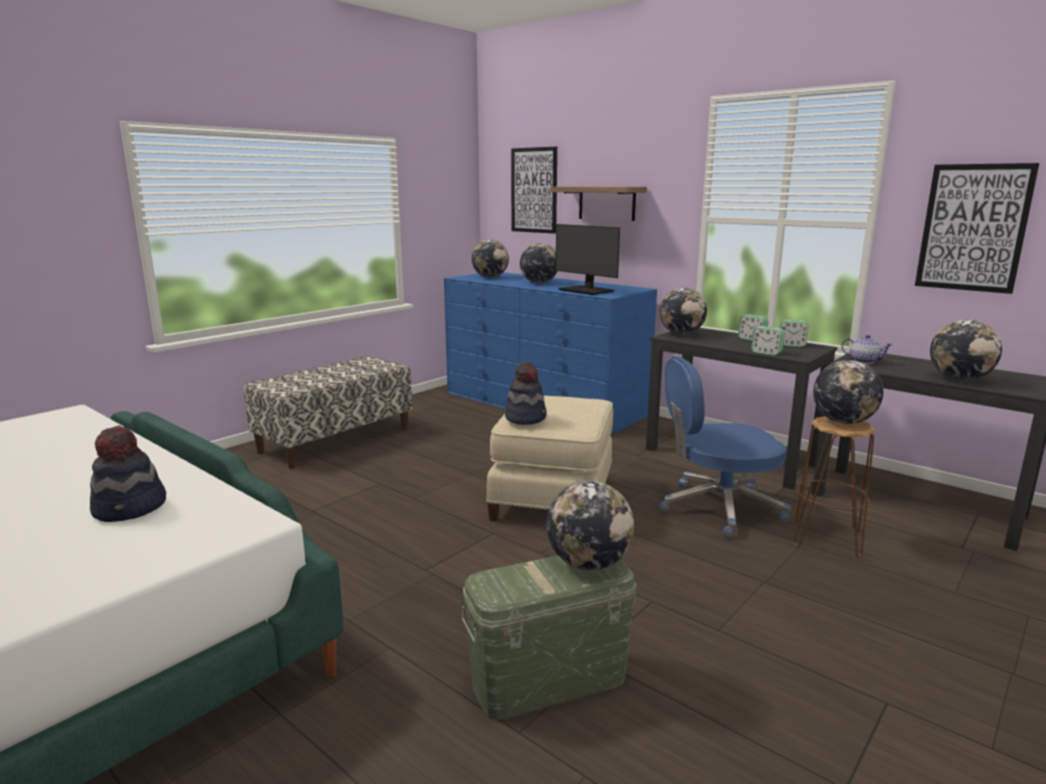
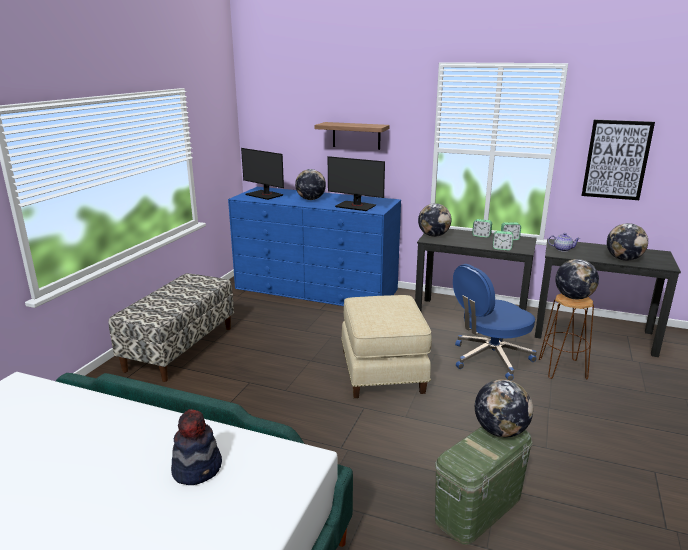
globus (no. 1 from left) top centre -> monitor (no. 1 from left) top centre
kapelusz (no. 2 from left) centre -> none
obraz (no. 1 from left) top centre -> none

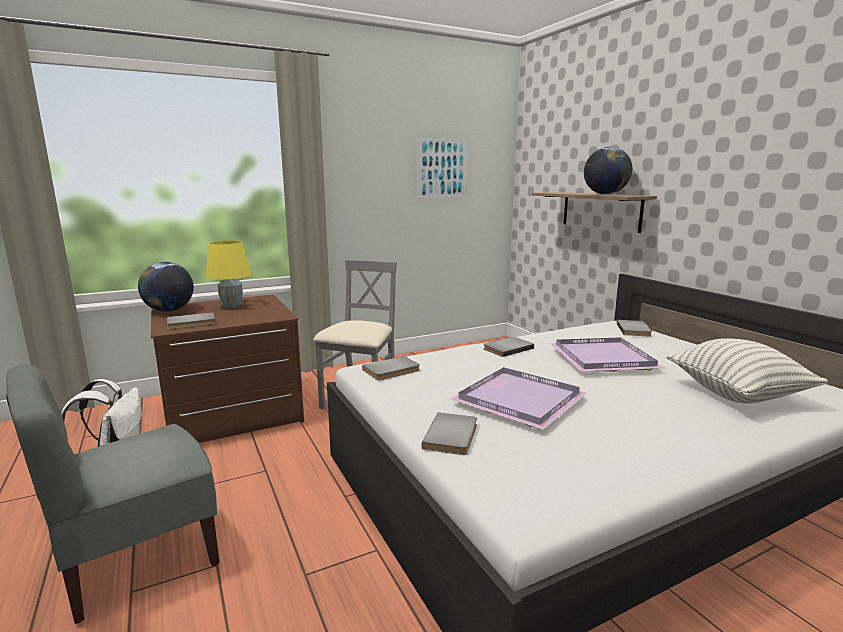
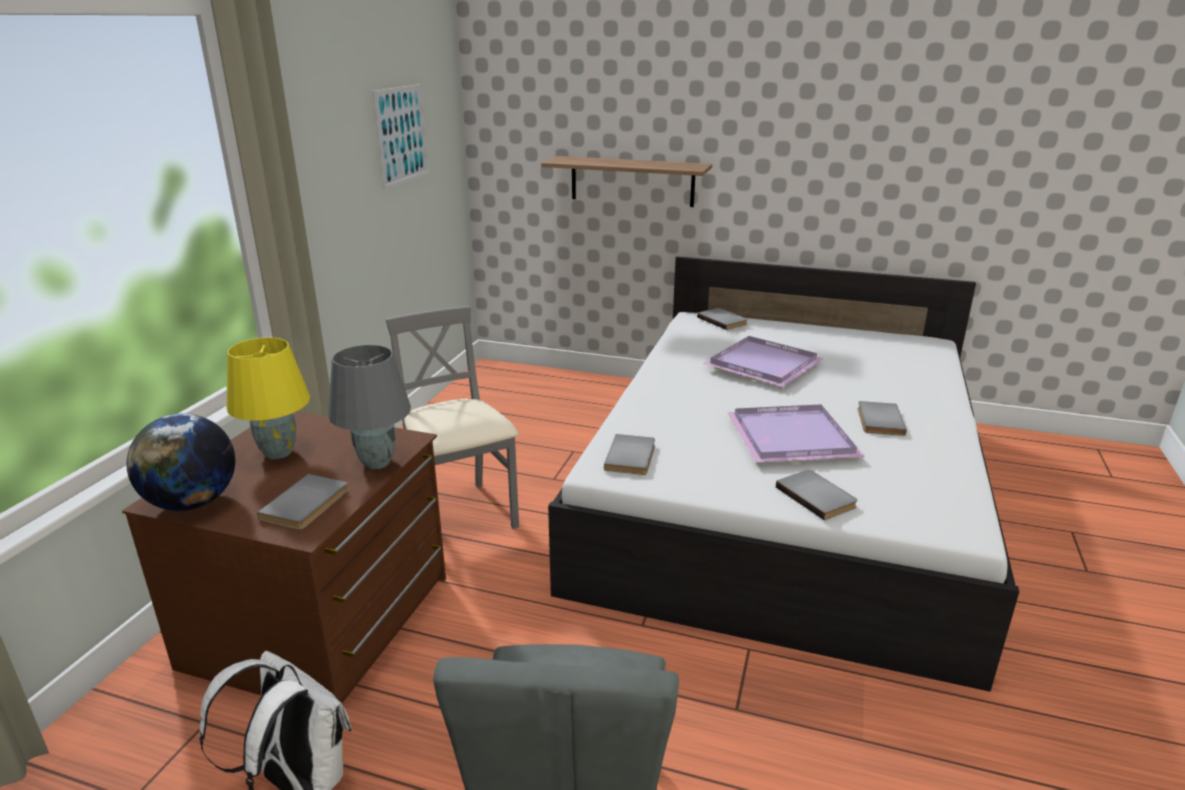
none -> lampa stołowa/szary middle left
książka/szary (no. 4 from left in the first image) centre -> książka/szary (no. 5 from left) middle right, relocated
globus (no. 2 from left) top right -> none
poduszka middle right -> none

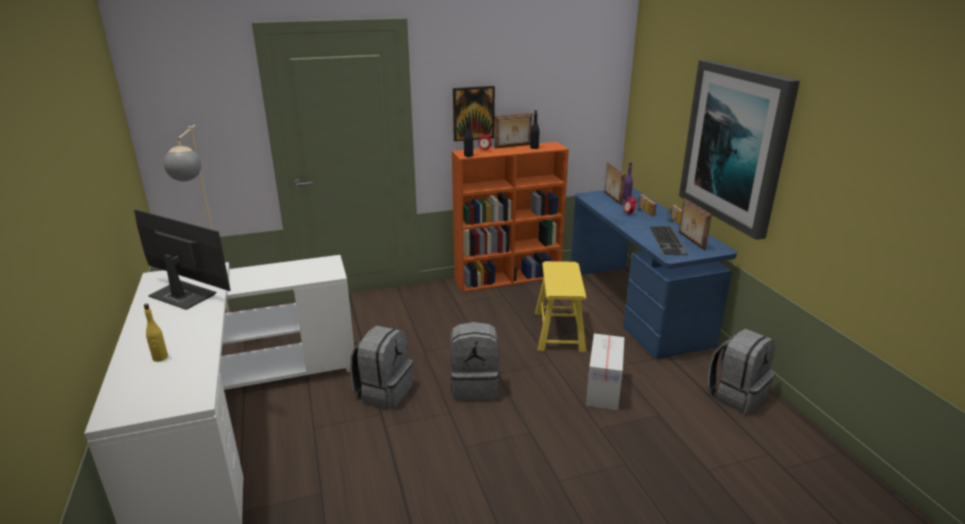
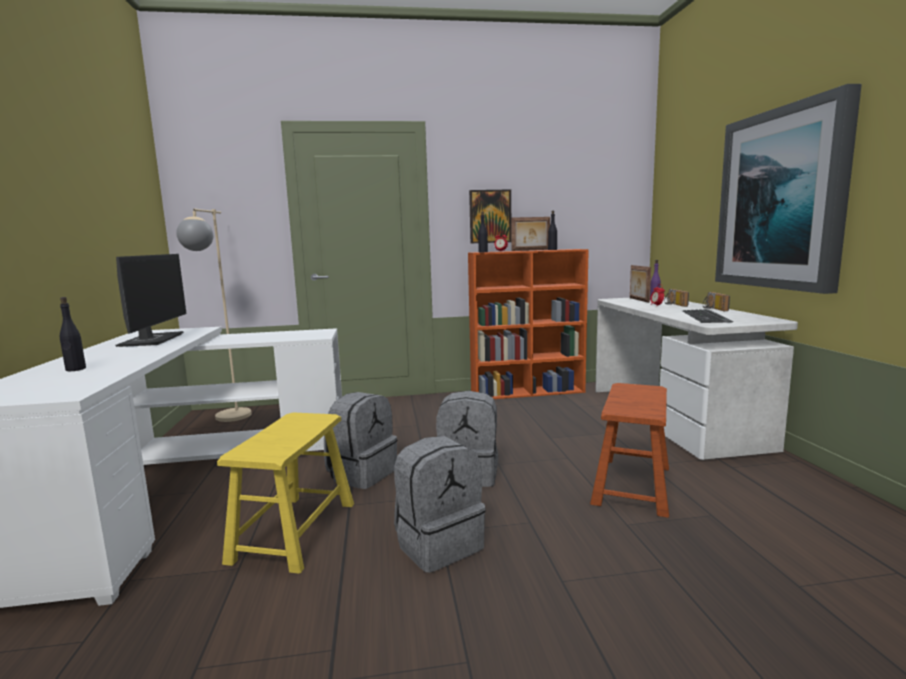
butelka/żółty middle left -> butelka/czarny (no. 1 from left) middle left
monitor middle left, 45 degrees clockwise
stołek/żółty centre -> stołek/żółty bottom left, relocated
plecak/szary (no. 3 from left in the first image) bottom right -> plecak/szary (no. 2 from left) bottom centre, relocated
karton bottom centre -> stołek/brązowy middle right
biurko/niebieski middle right -> biurko/biały (no. 2 from left) middle right
ramka na zdjęcie (no. 3 from left) middle right -> none

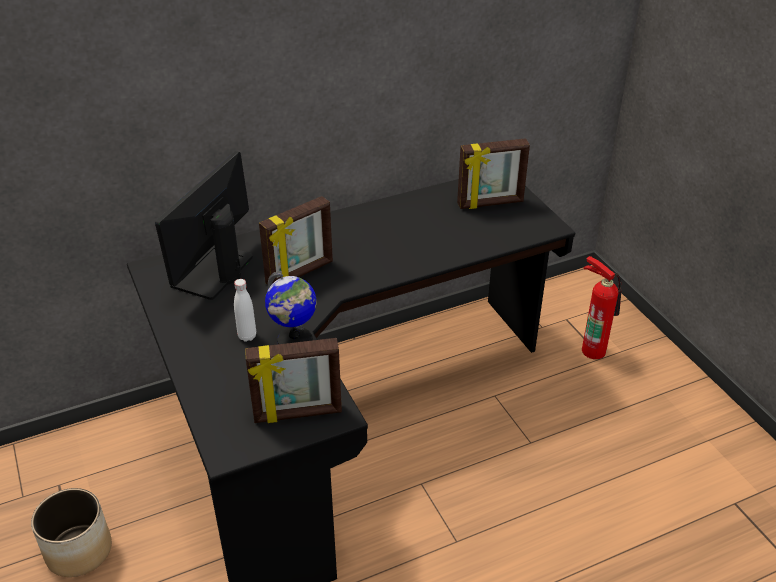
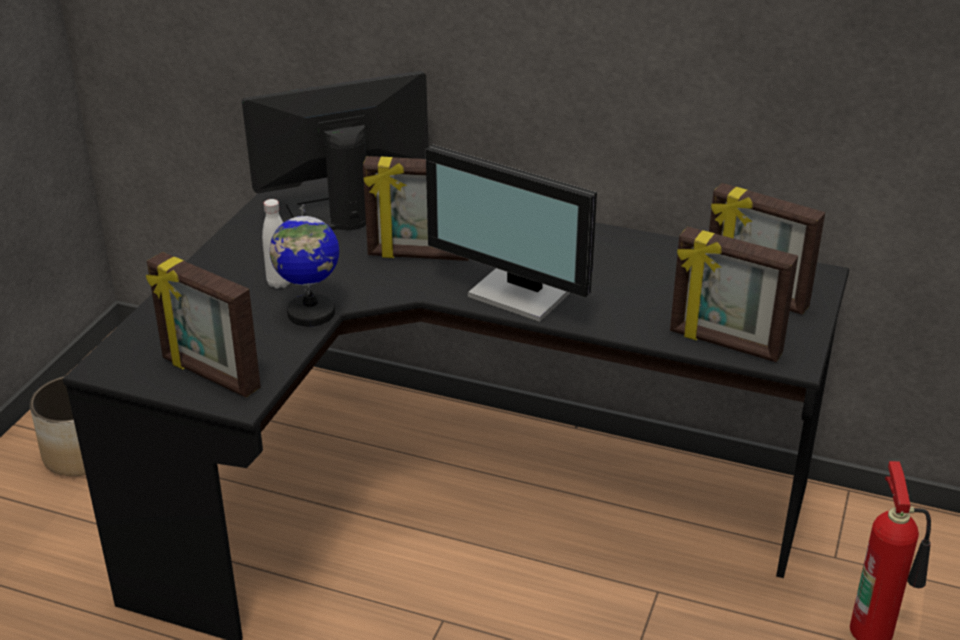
none -> monitor (no. 2 from left) centre
none -> ramka na zdjęcie (no. 3 from left) middle right

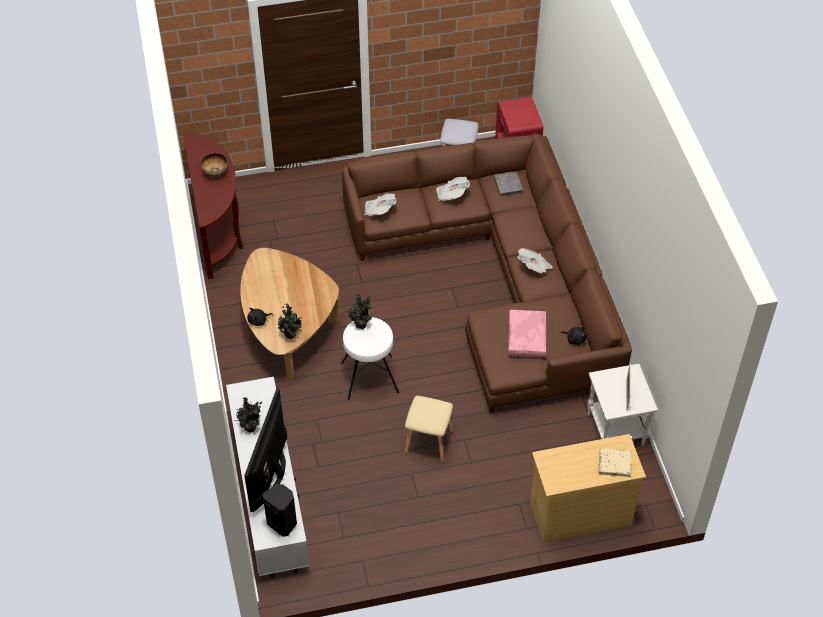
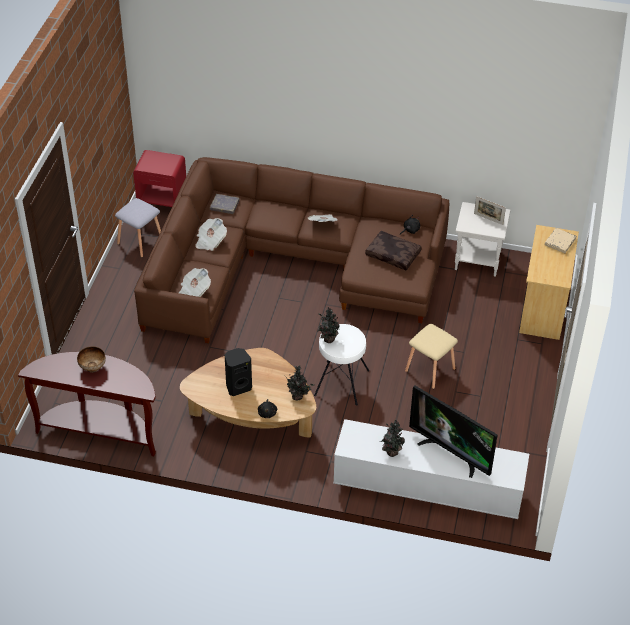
głośnik/czarny bottom centre -> głośnik/czarny centre, relocated
poduszka/różowy centre -> poduszka/brązowy centre

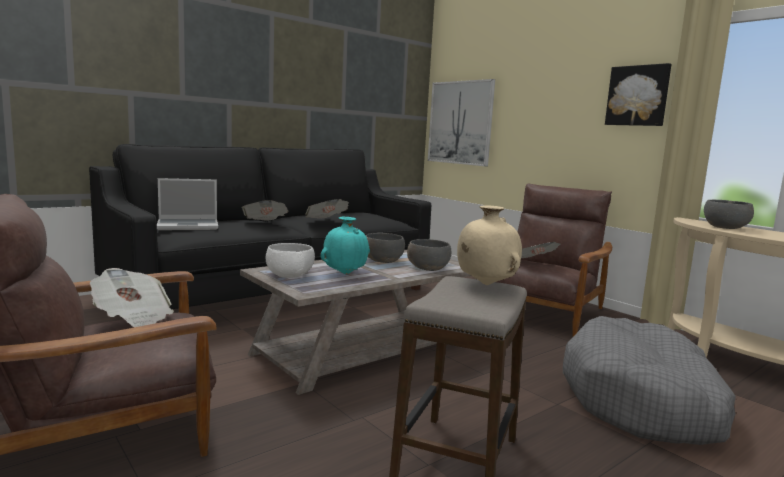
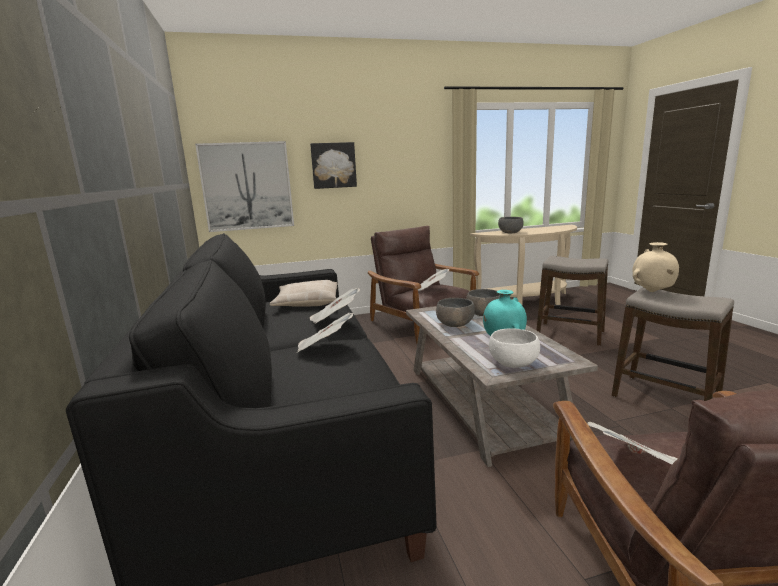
none -> poduszka/beżowy centre
obraz (no. 2 from left) top right -> obraz (no. 2 from left) top centre, relocated
legowisko/szary bottom right -> stołek (no. 1 from left) middle right
laptop middle left -> none

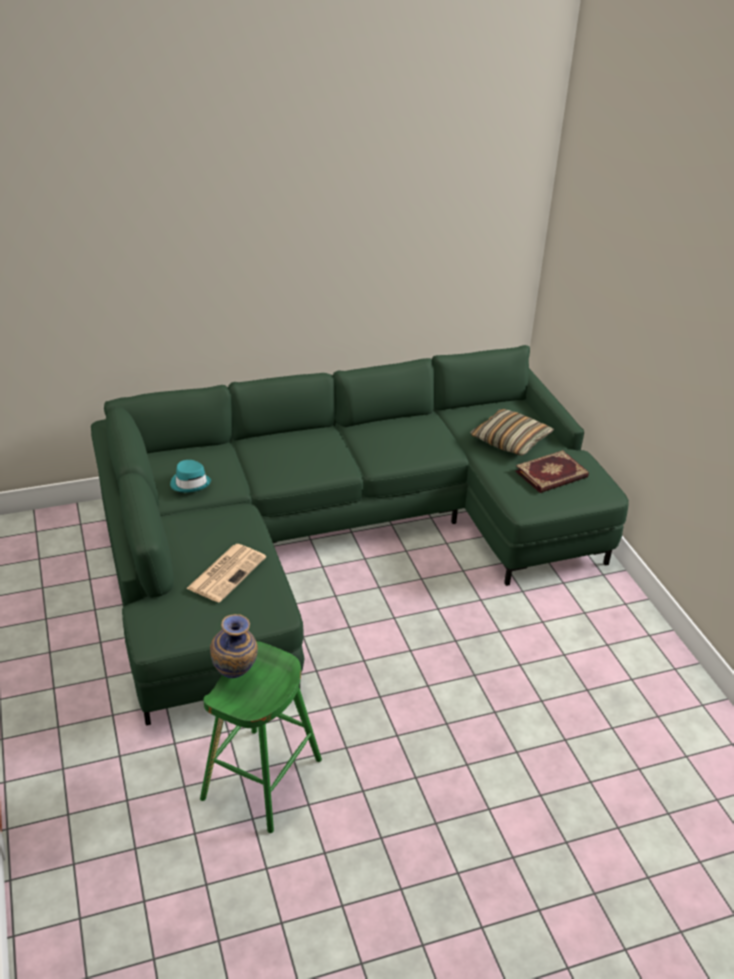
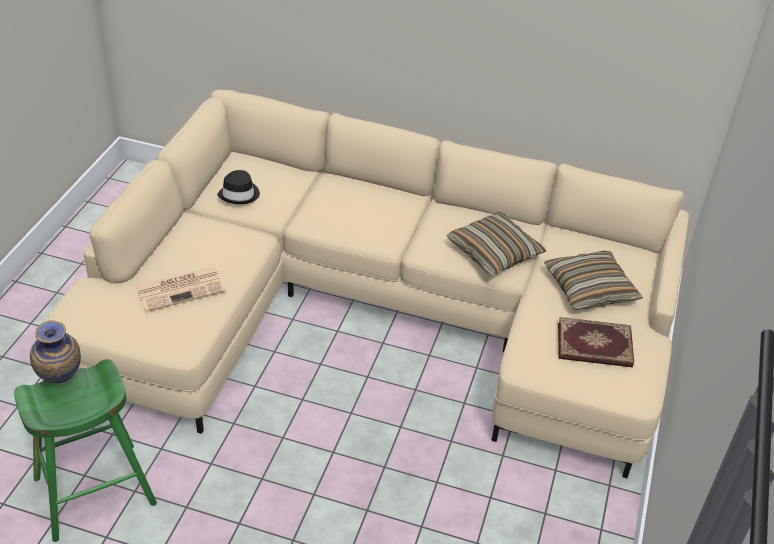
kanapa/zielony centre -> kanapa/beżowy centre
kapelusz/turkusowy middle left -> kapelusz/czarny middle left
none -> poduszka (no. 1 from left) centre

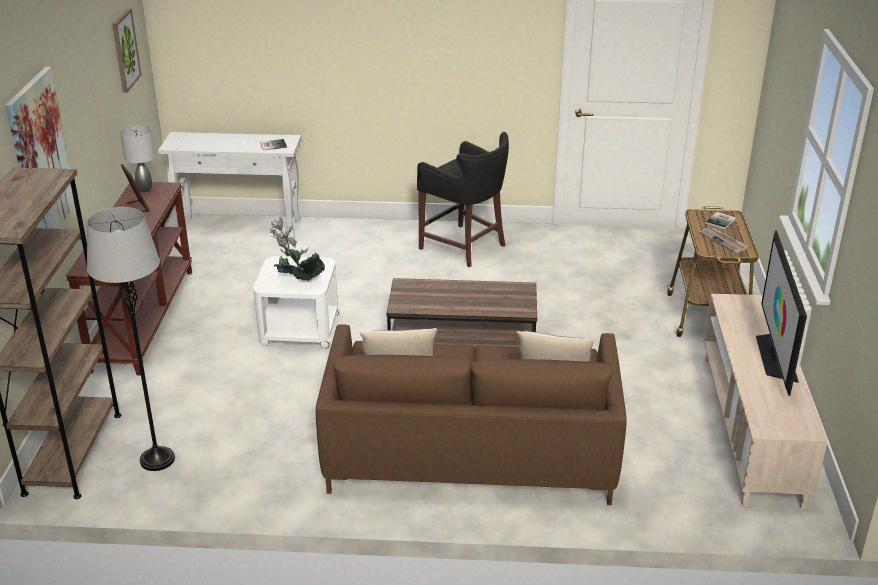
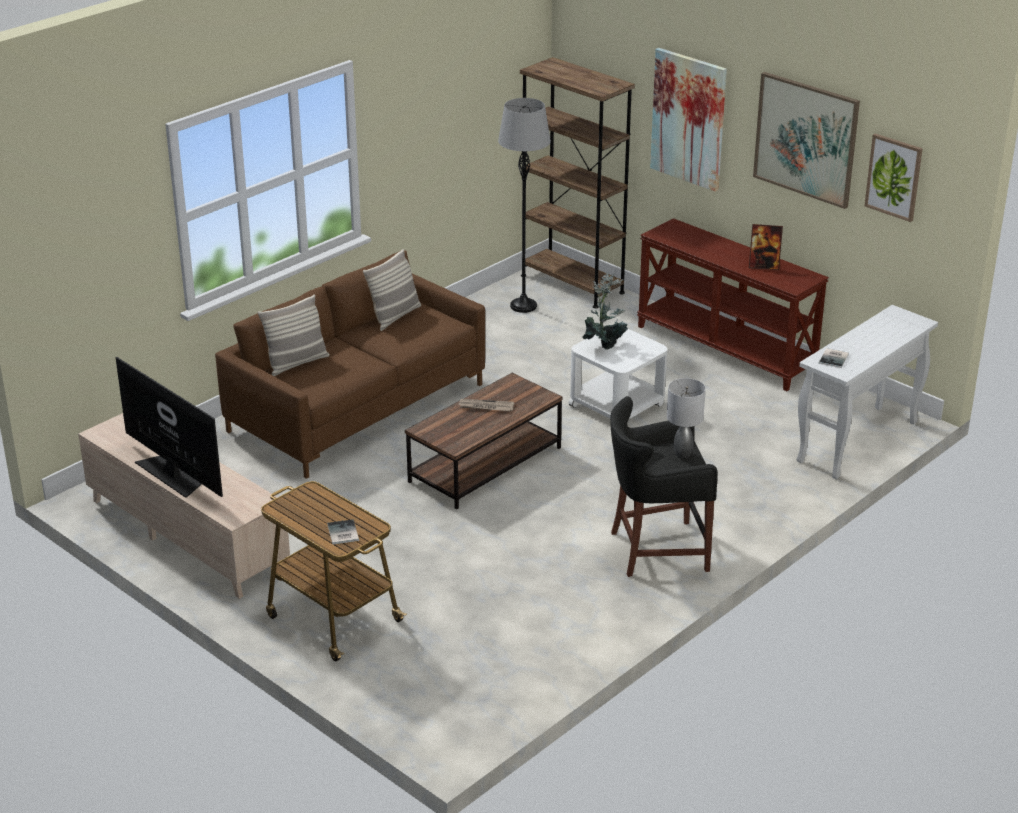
gazeta middle right -> gazeta centre, relocated
lampa stołowa/szary top left -> lampa stołowa/szary middle right, relocated
none -> obraz (no. 2 from left) top right

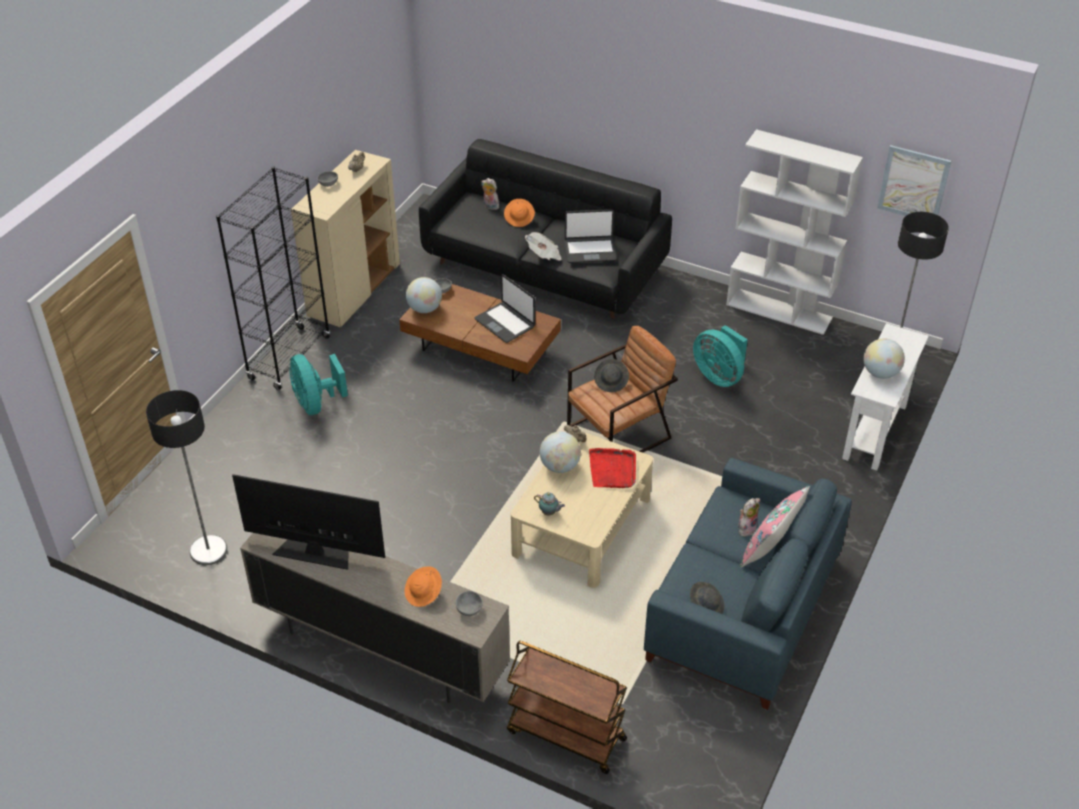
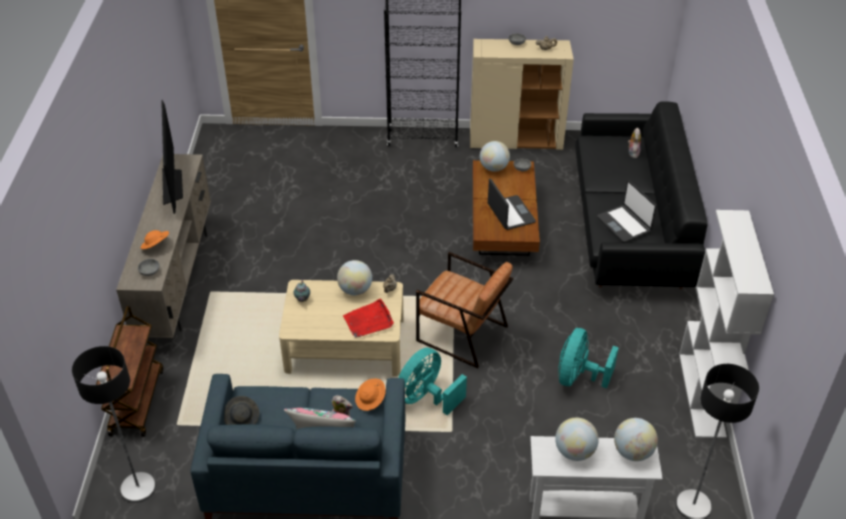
lampa stojąca (no. 1 from left) middle left -> lampa stojąca (no. 1 from left) bottom left, relocated
kapelusz/pomarańczowy (no. 2 from left) top centre -> kapelusz/pomarańczowy (no. 2 from left) bottom centre, relocated
wentylator/turkusowy (no. 1 from left) middle left -> wentylator/turkusowy (no. 1 from left) bottom centre, relocated
laptop (no. 1 from left) centre, 135 degrees clockwise
none -> globus (no. 4 from left) bottom right
gazeta top centre -> none
kapelusz/szary (no. 1 from left) centre -> none
obraz top right -> none

